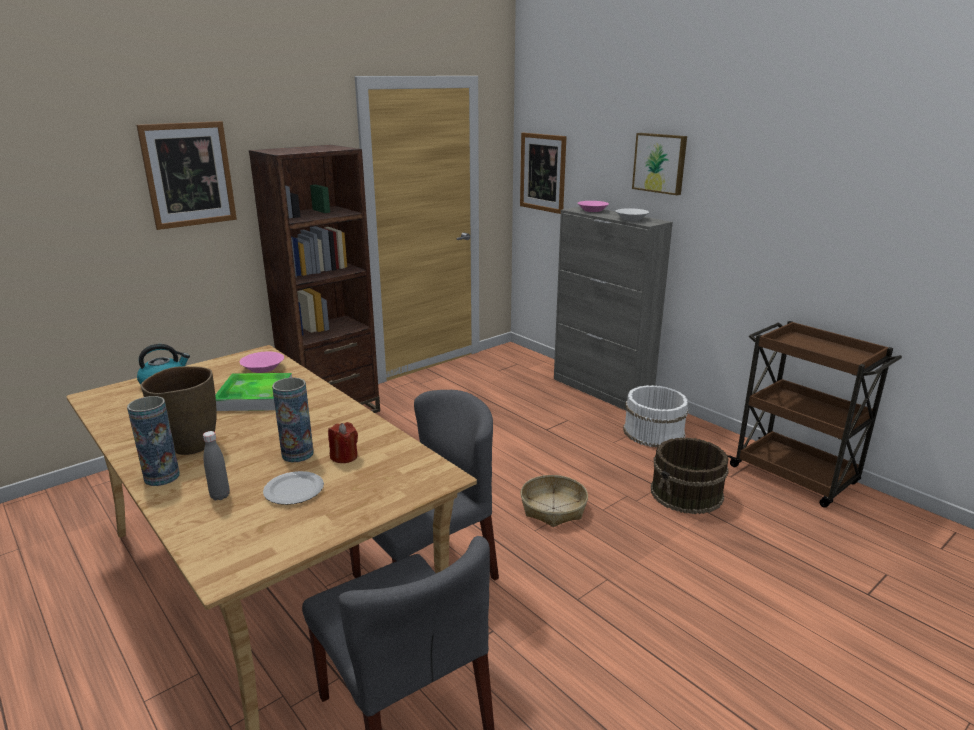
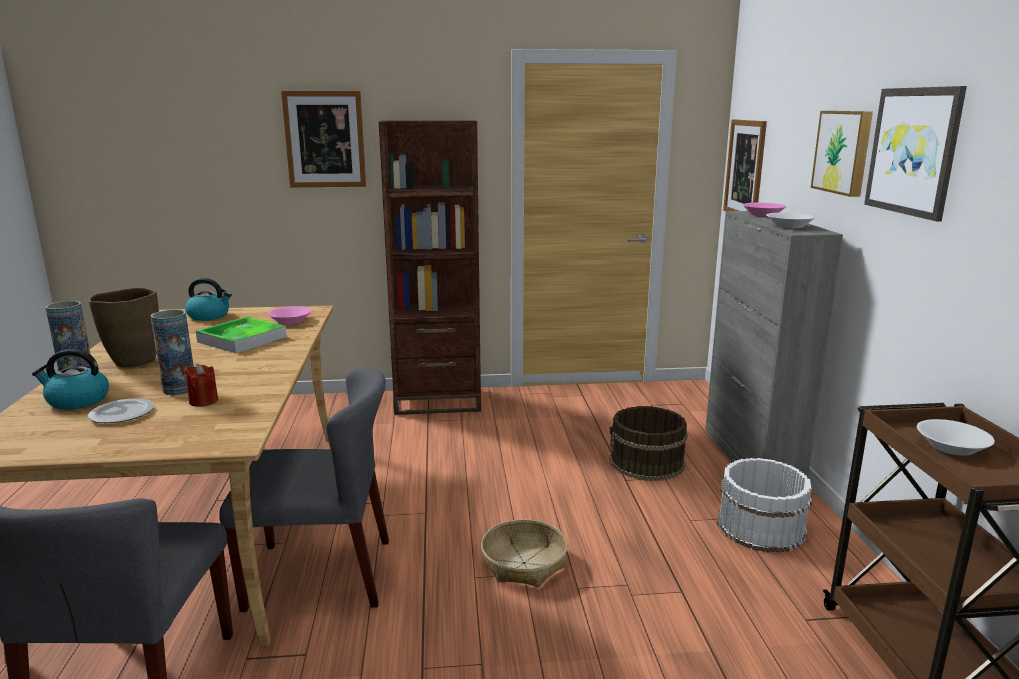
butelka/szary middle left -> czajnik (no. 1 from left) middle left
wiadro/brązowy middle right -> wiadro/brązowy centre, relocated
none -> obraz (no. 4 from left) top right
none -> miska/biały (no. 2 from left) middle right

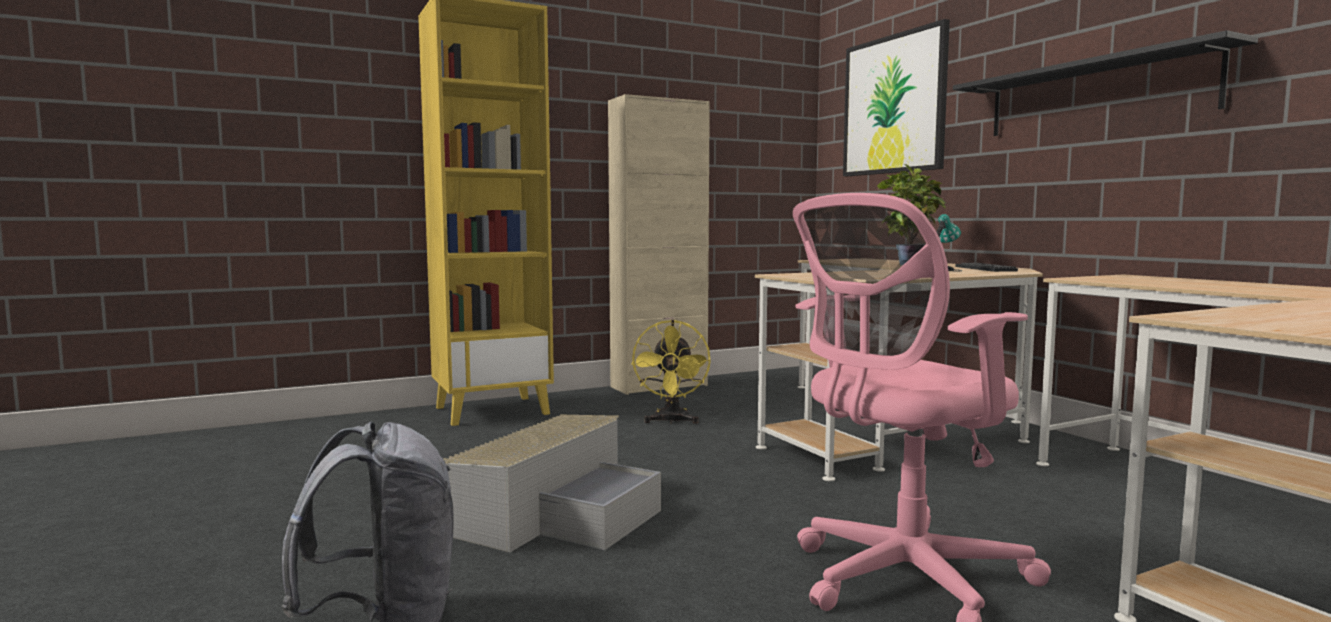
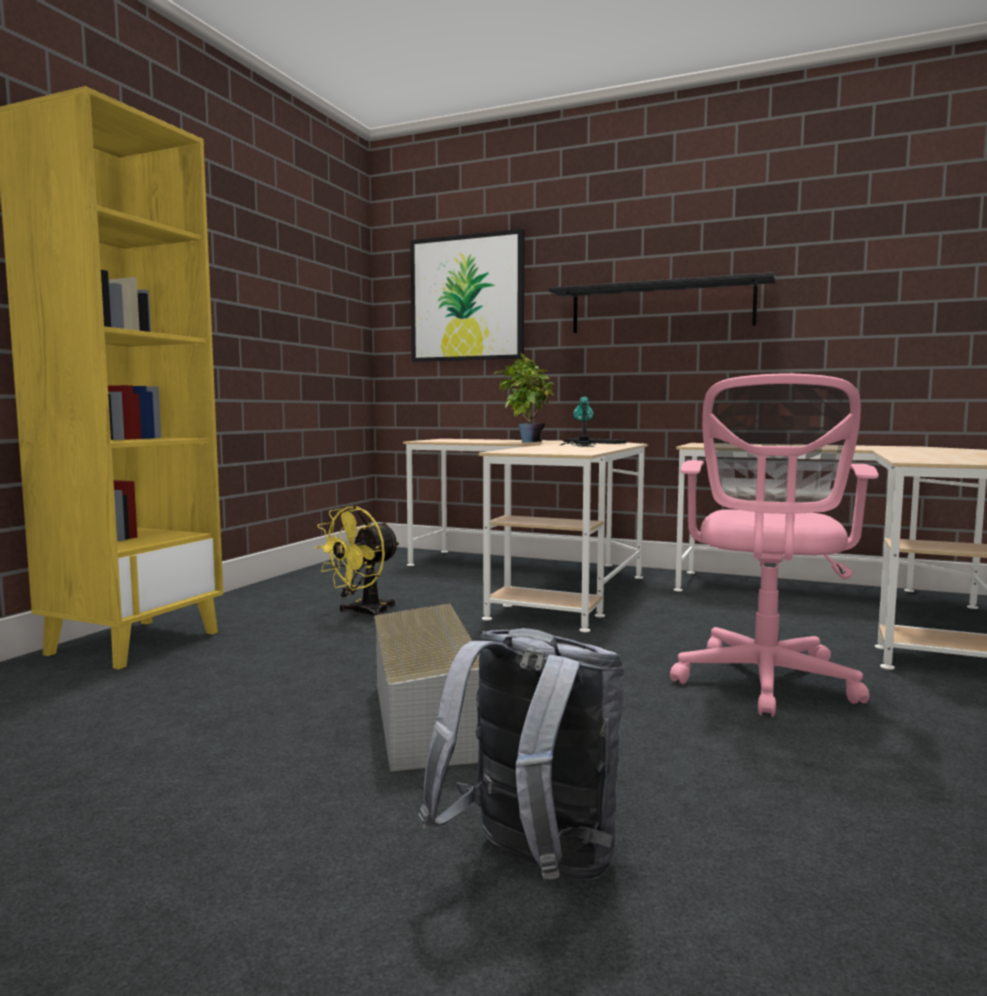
wentylator/żółty centre, 75 degrees clockwise
szafka/beżowy centre -> none

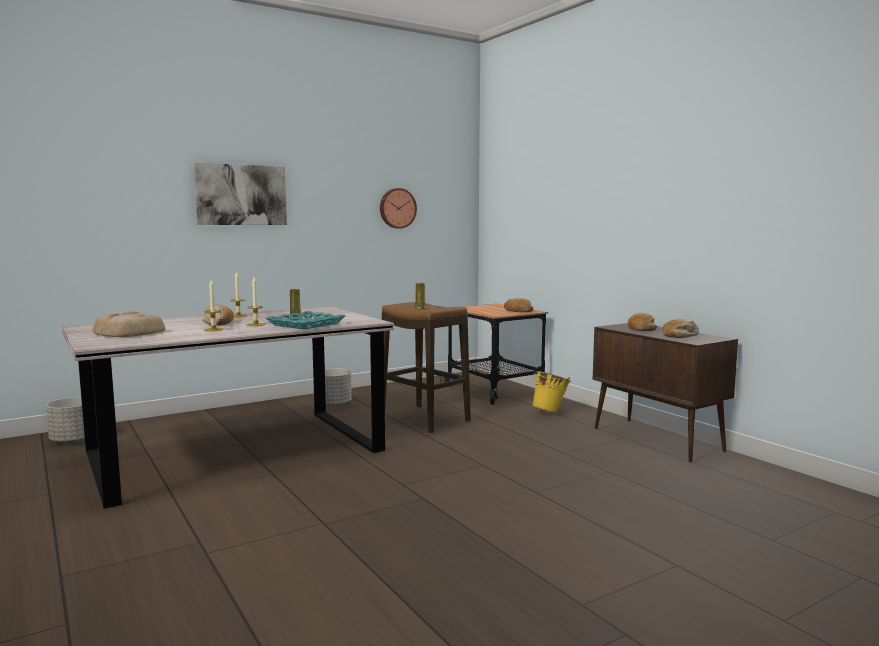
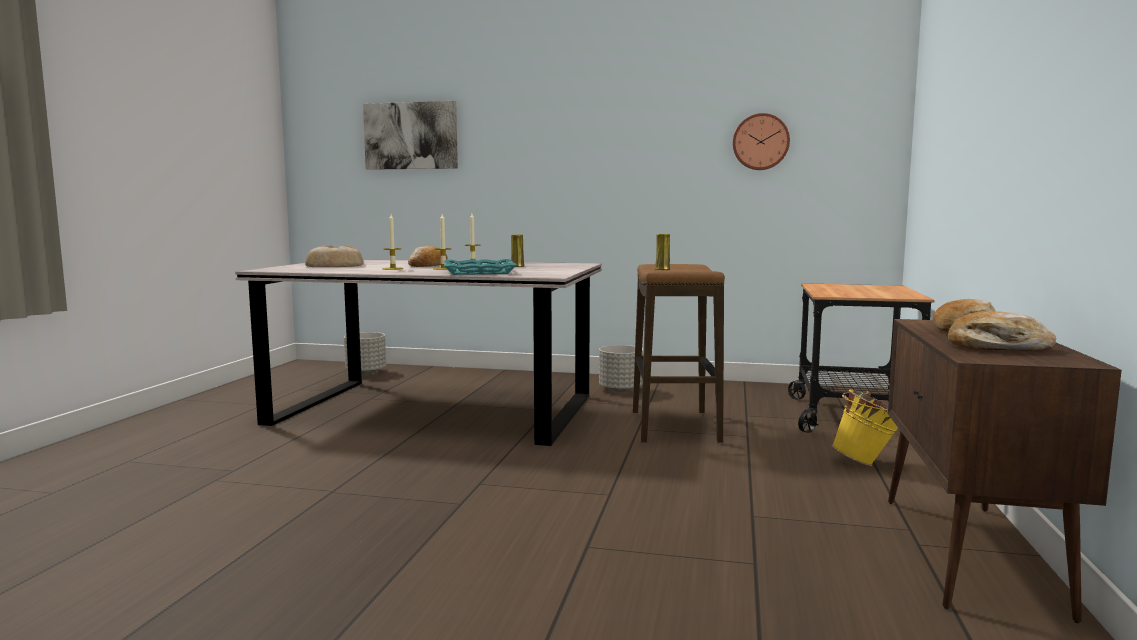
obraz top left -> obraz top centre, relocated
chleb (no. 3 from left) centre -> none

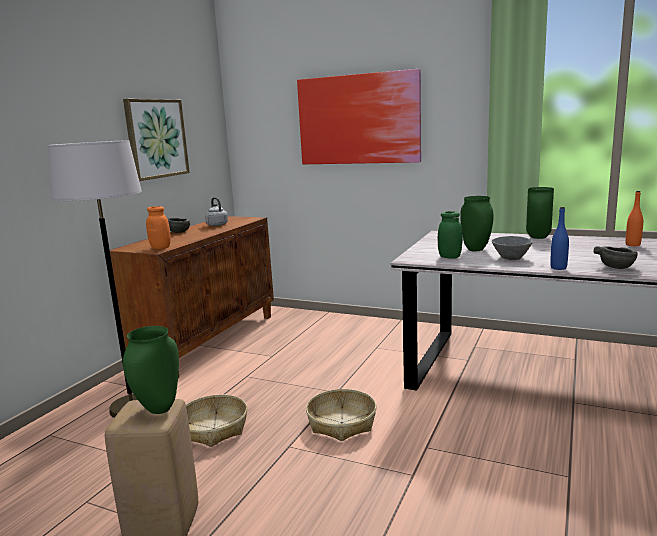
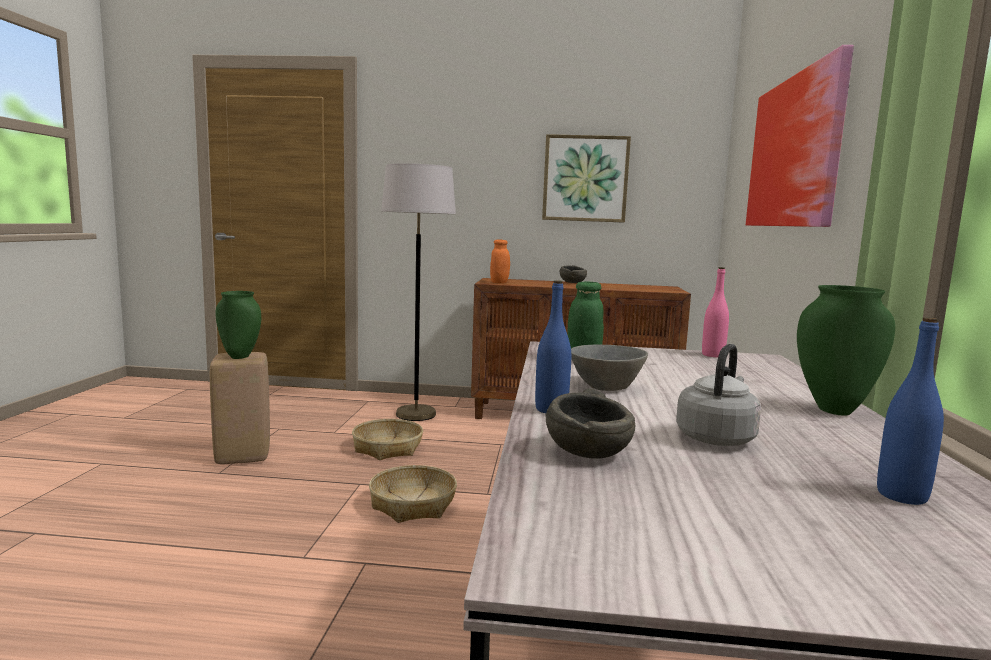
czajnik/szary middle left -> czajnik/szary middle right, relocated
none -> butelka/różowy middle right
butelka/pomarańczowy middle right -> butelka/niebieski (no. 2 from left) middle right
wazon/zielony (no. 2 from left) middle right -> none

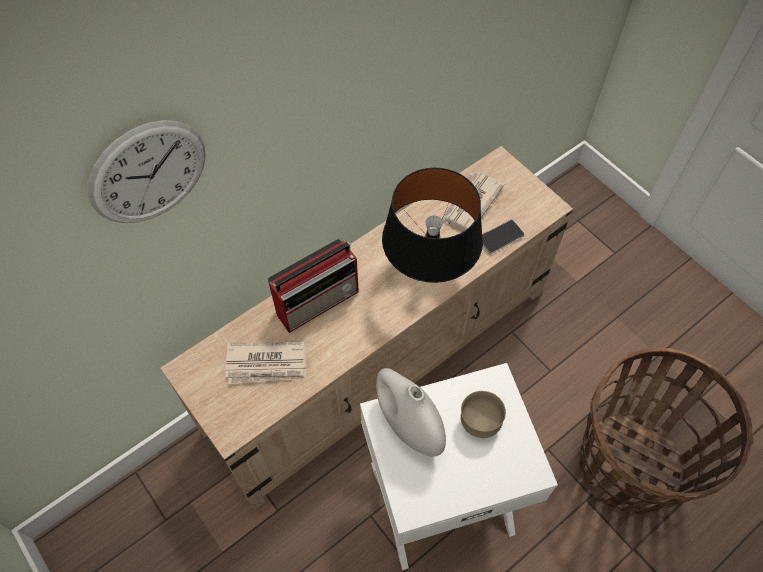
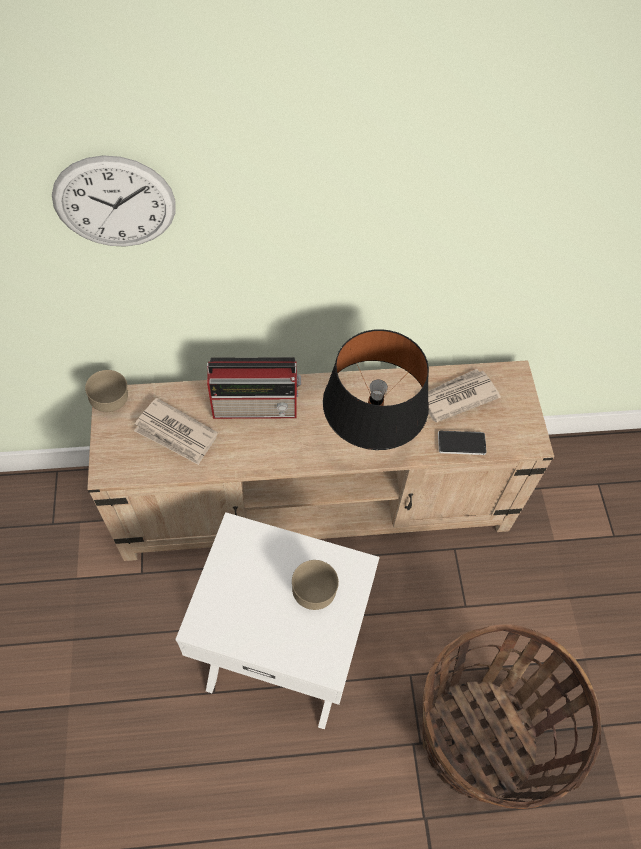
none -> miska/brązowy (no. 1 from left) middle left
wazon/biały bottom centre -> none

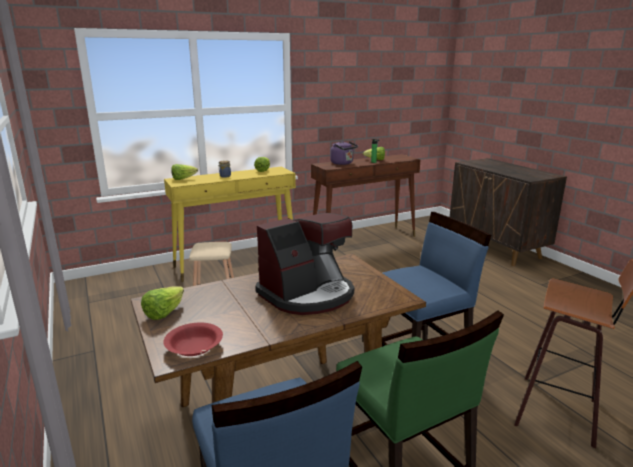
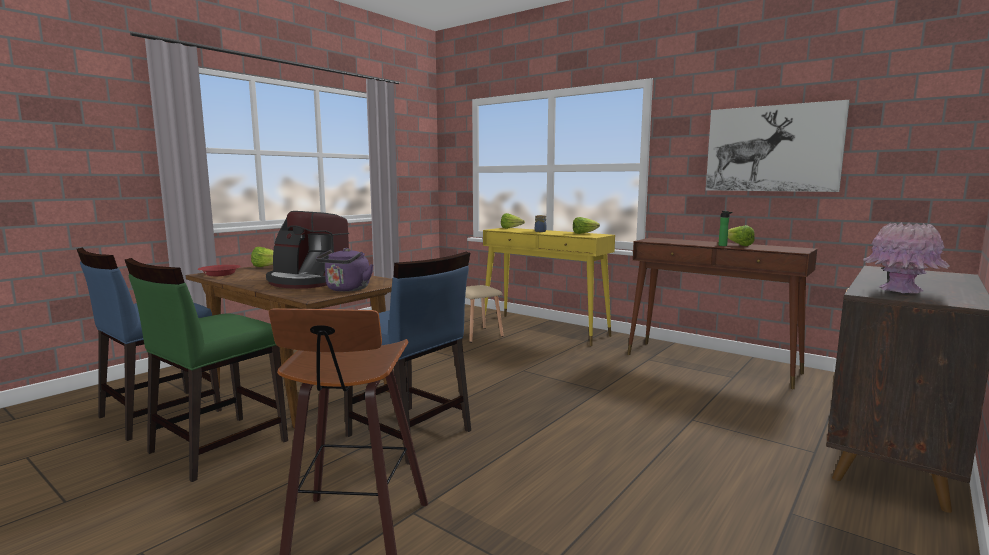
czajnik/fioletowy top centre -> czajnik/fioletowy centre, relocated
none -> obraz top right
none -> wazon/różowy middle right

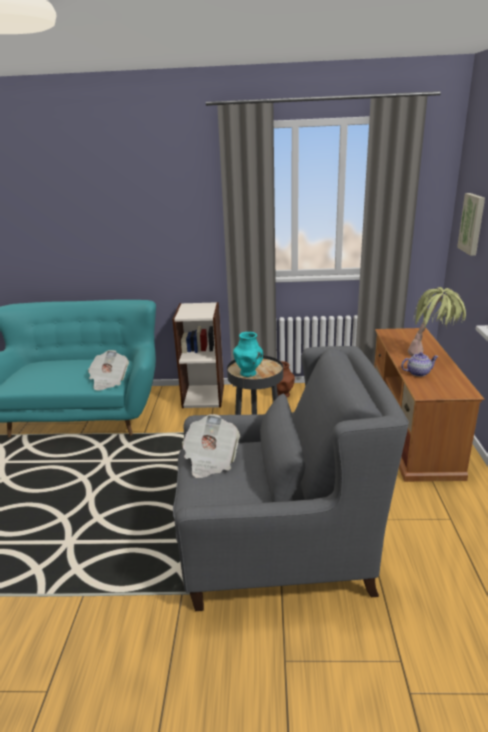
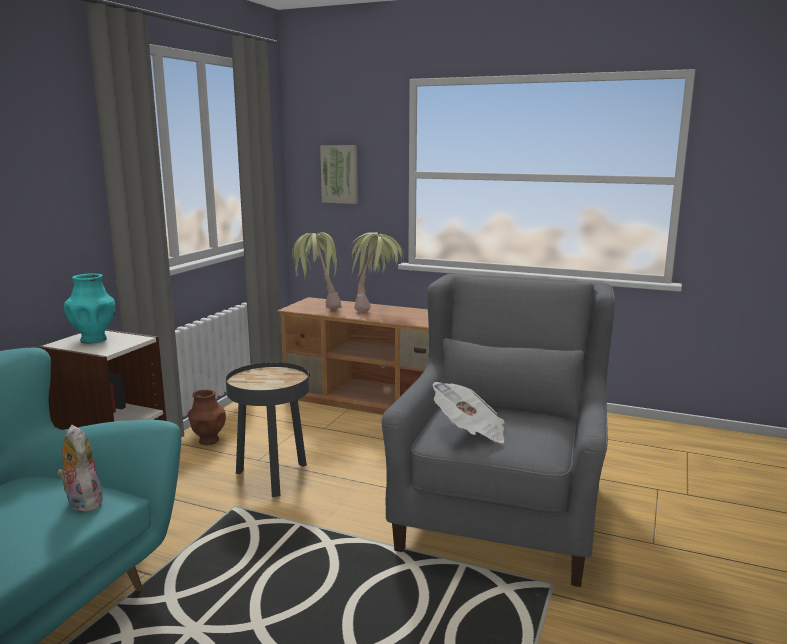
gazeta (no. 1 from left) middle left -> pluszak bottom left
wazon/turkusowy centre -> wazon/turkusowy middle left, relocated
none -> roślina doniczkowa (no. 1 from left) centre
imbryk middle right -> none

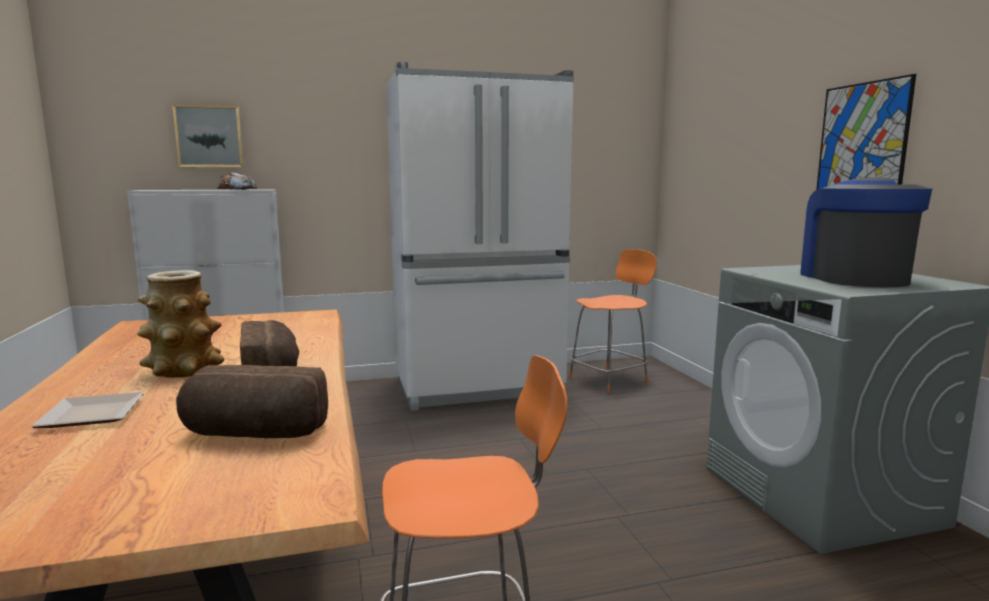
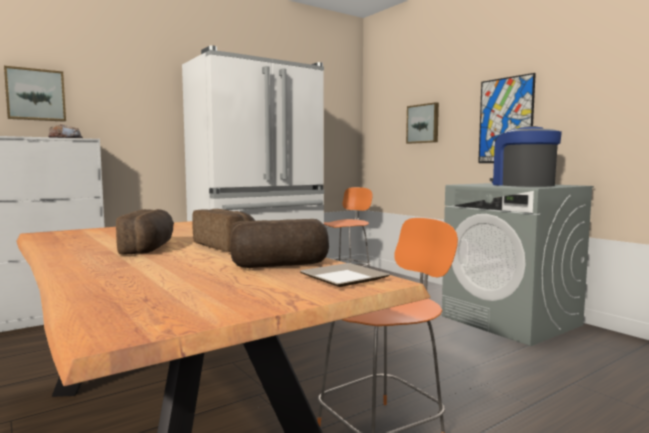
wazon middle left -> chleb (no. 2 from left) middle left
talerz bottom left -> talerz centre, relocated
none -> obraz (no. 2 from left) top centre

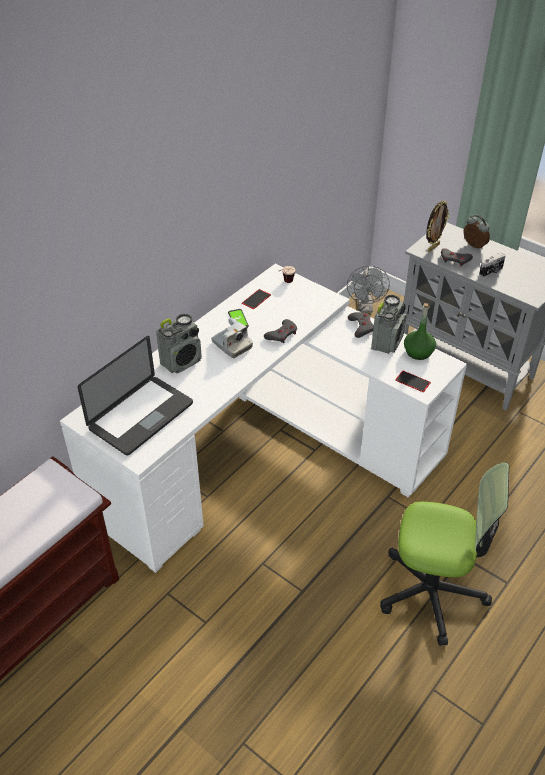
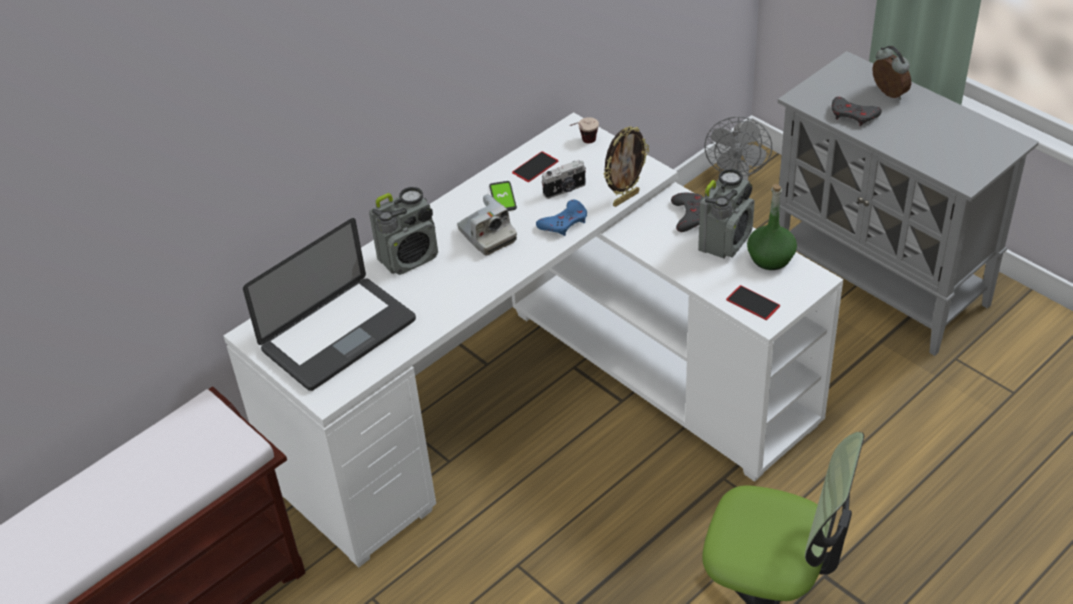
pad do gier/szary (no. 1 from left) centre -> pad do gier/niebieski centre
aparat fotograficzny (no. 2 from left) middle right -> aparat fotograficzny (no. 2 from left) top centre, relocated
ramka na zdjęcie top right -> ramka na zdjęcie top centre, relocated

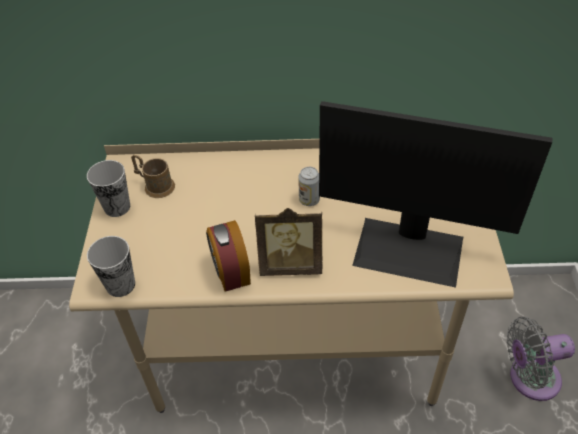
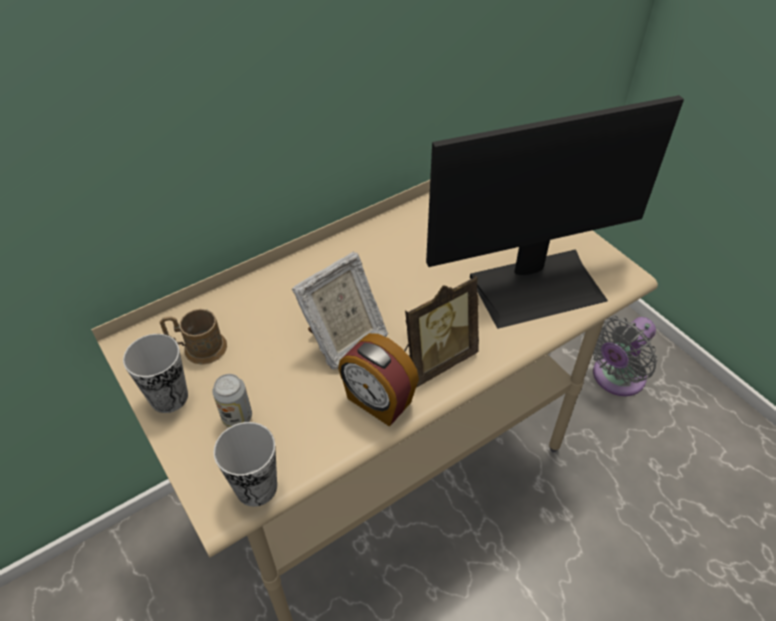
puszka centre -> puszka middle left, relocated
none -> ramka na zdjęcie (no. 1 from left) centre

